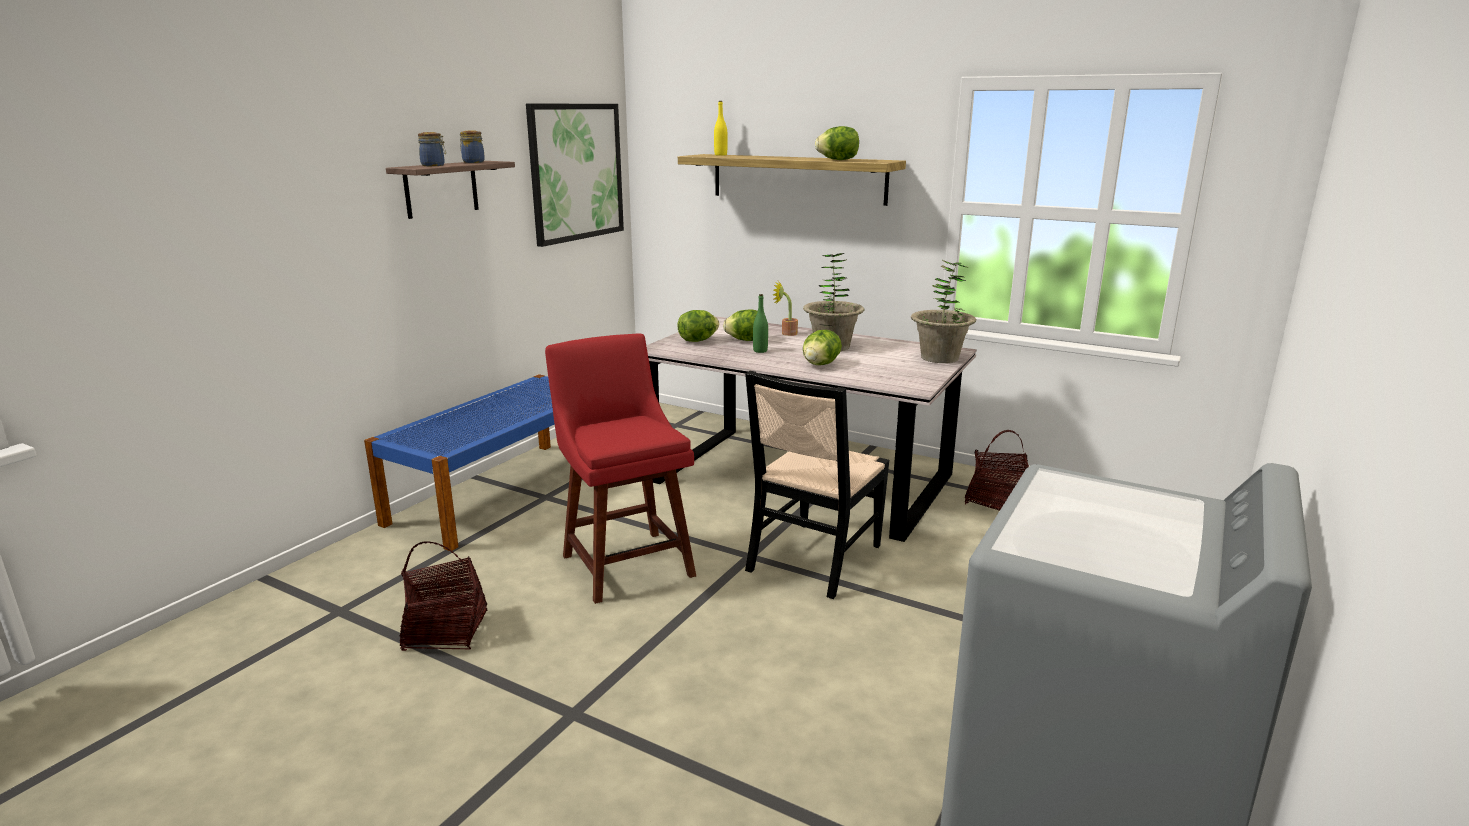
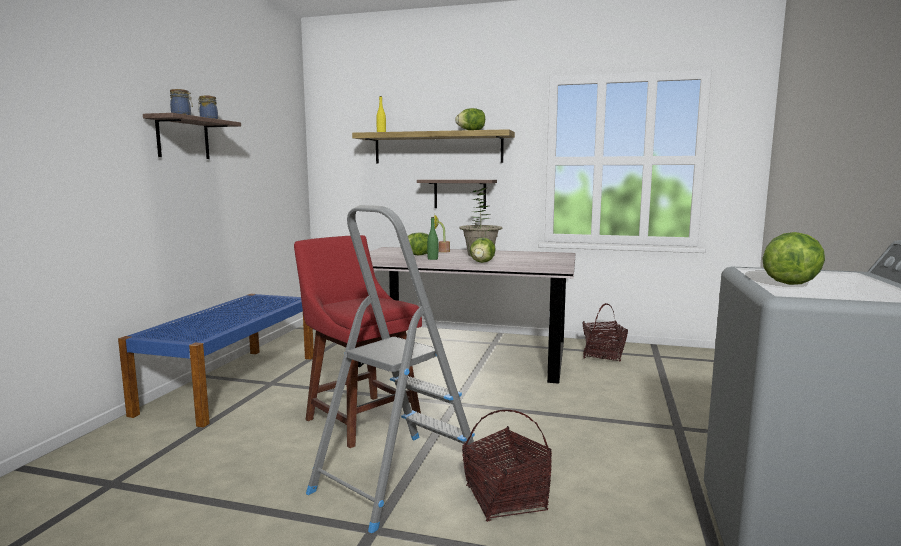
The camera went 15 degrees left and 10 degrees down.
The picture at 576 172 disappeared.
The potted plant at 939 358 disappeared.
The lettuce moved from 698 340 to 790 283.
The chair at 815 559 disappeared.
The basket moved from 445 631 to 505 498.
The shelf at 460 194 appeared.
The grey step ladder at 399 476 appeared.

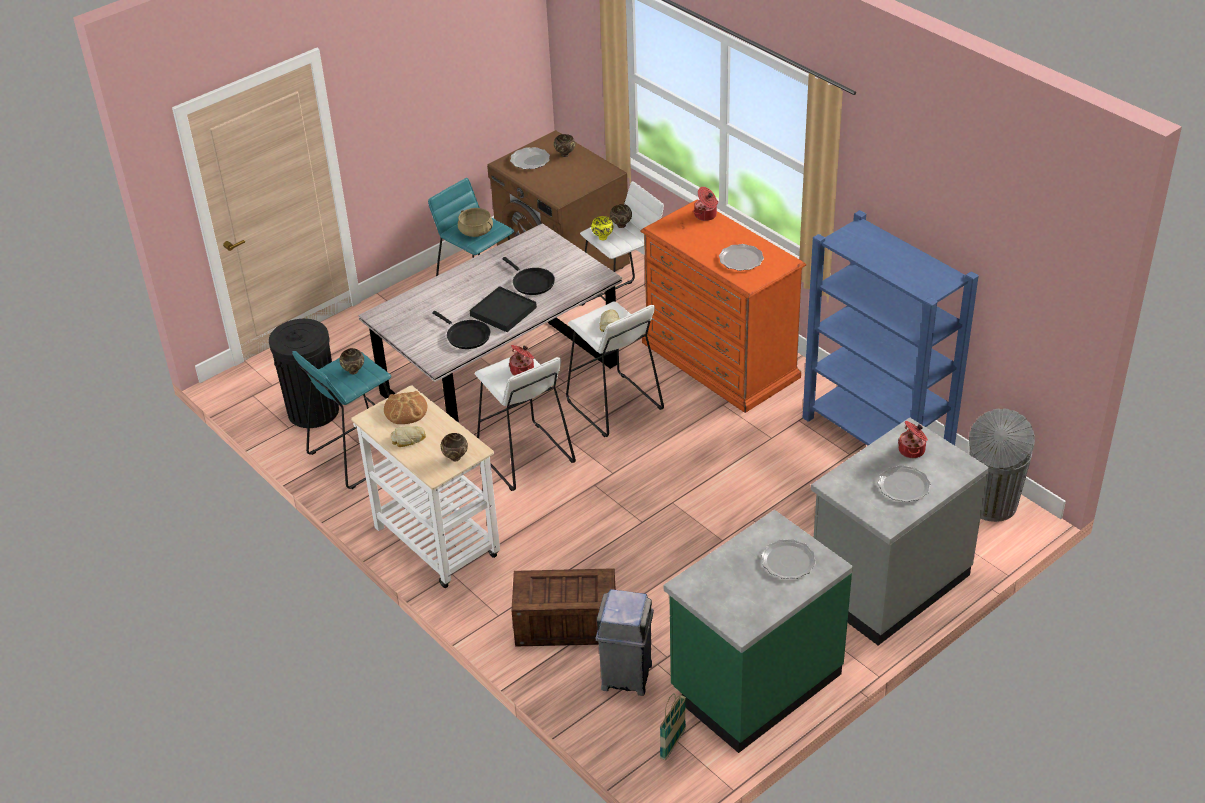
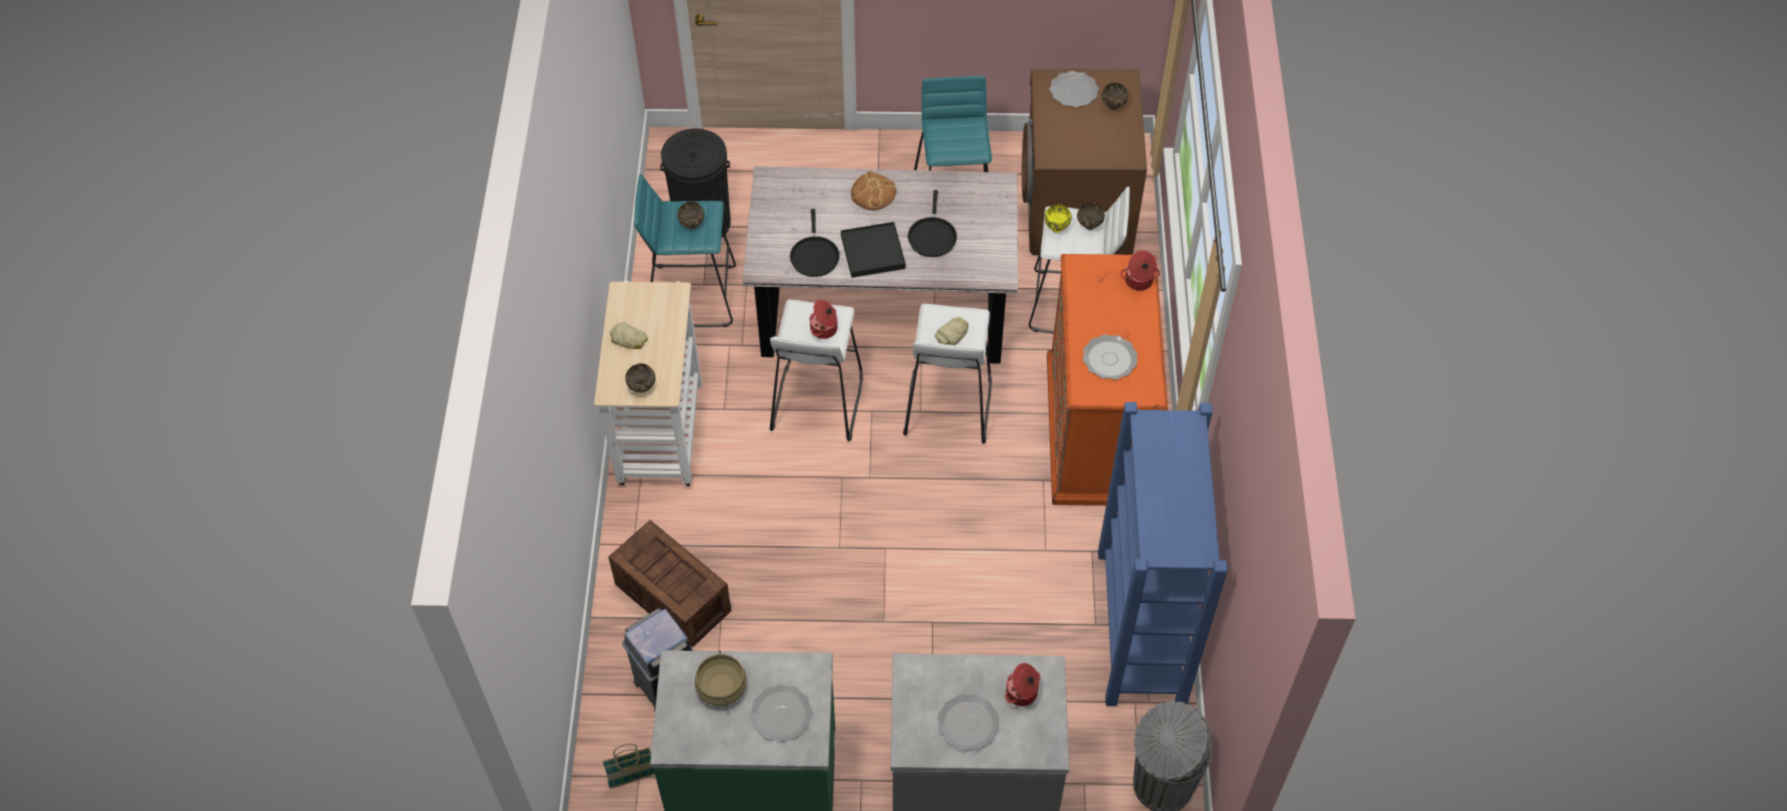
The camera went 40 degrees right and 15 degrees up.
The beige cooking pot moved from 476 231 to 722 687.
The bread moved from 406 410 to 873 193.

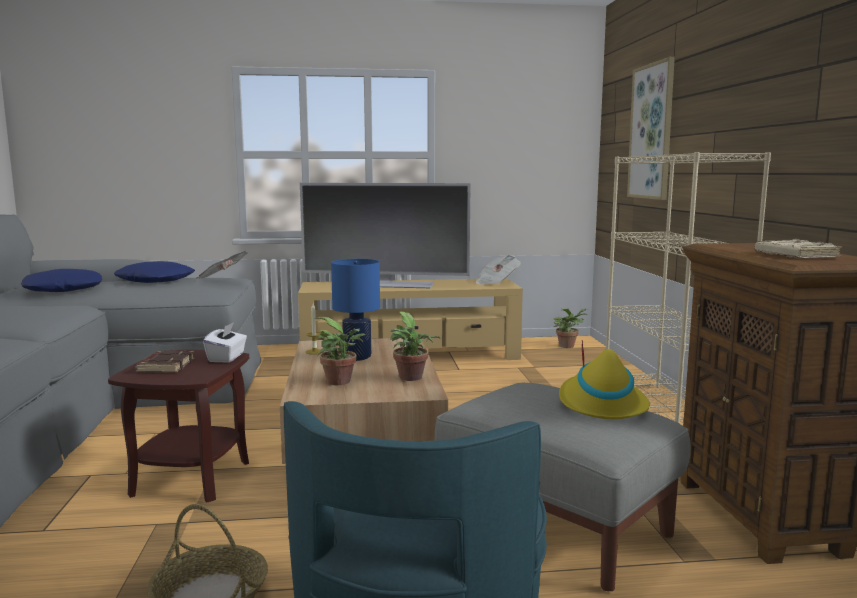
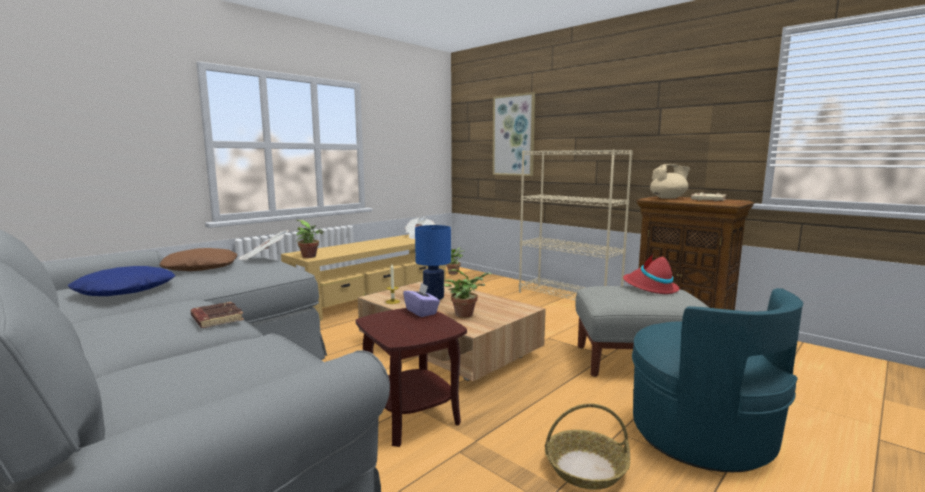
The camera went 40 degrees left and 0 degrees up.
The television at 385 284 disappeared.
The blue pillow at 156 280 became the brown pillow at 201 267.
The potted plant moved from 412 378 to 310 257.
The white tissue box at 227 358 became the purple tissue box at 421 312.
The yellow hat at 601 404 became the red hat at 650 288.
The brown book moved from 165 366 to 216 319.
The beige teapot at 668 198 appeared.

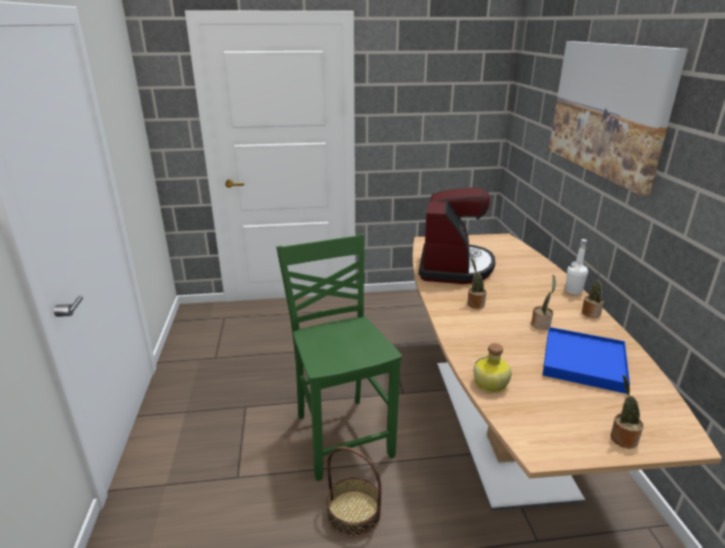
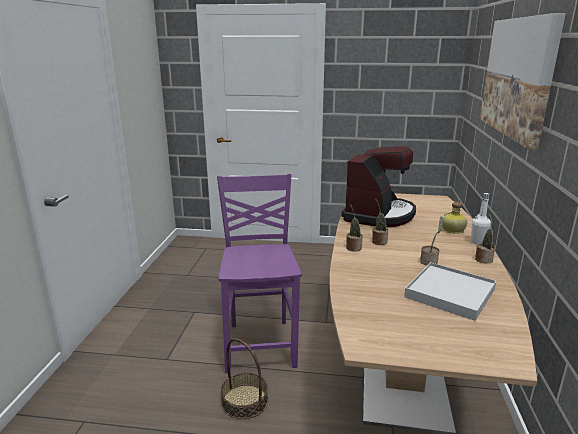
The camera went 15 degrees right and 5 degrees down.
The green chair at 342 434 became the purple chair at 260 344.
The blue tray at 584 362 became the white tray at 450 293.
The bottle moved from 490 384 to 453 230.
The potted plant moved from 621 437 to 353 247.

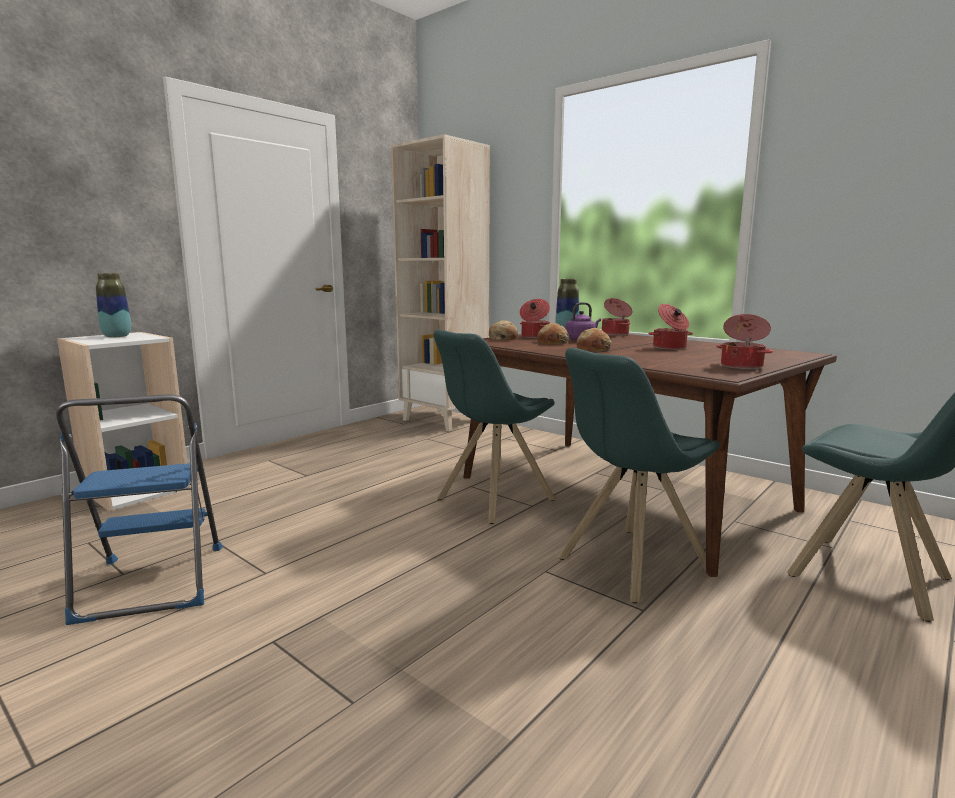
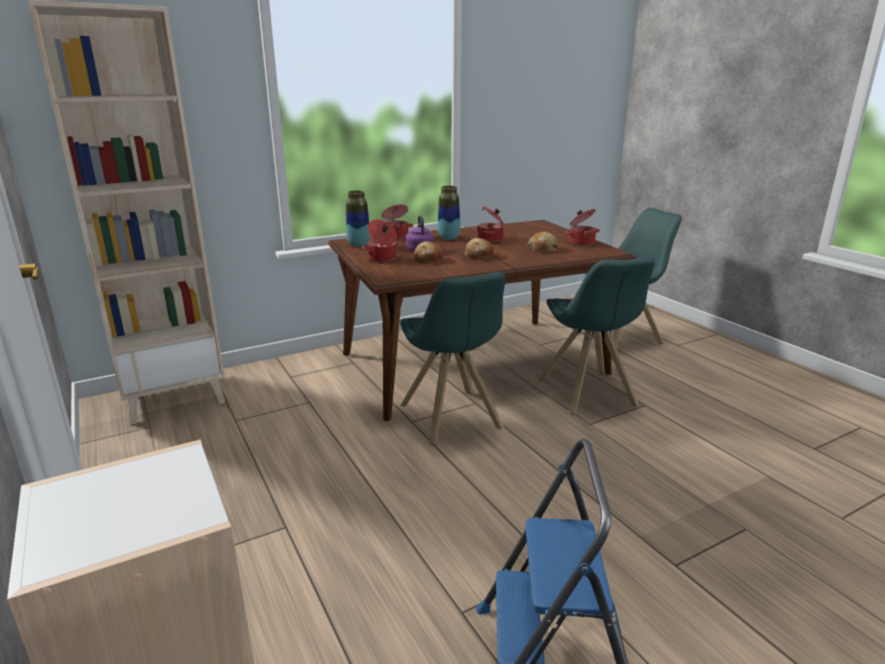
The camera went 70 degrees left and 10 degrees up.
The vase moved from 117 336 to 448 238.
The bread moved from 503 338 to 542 249.

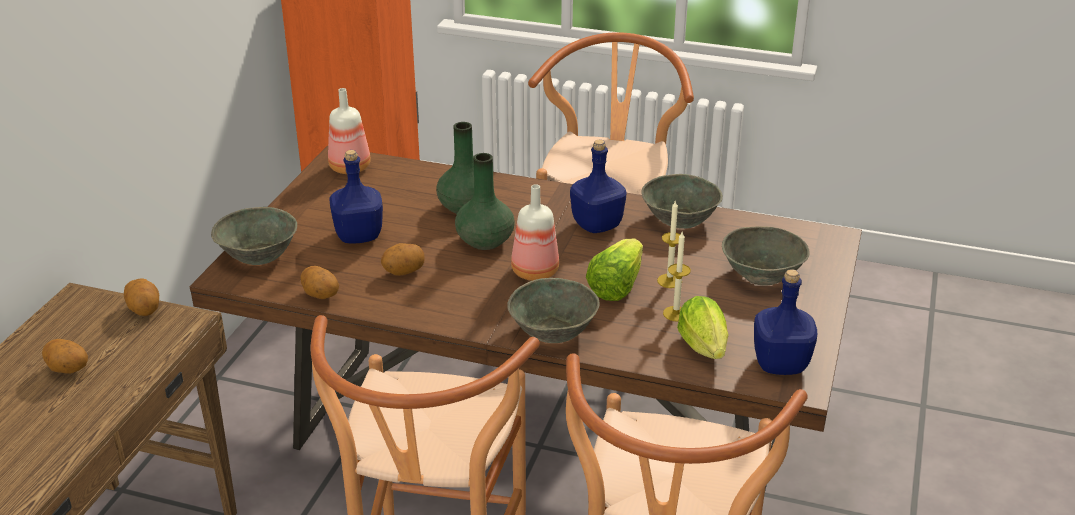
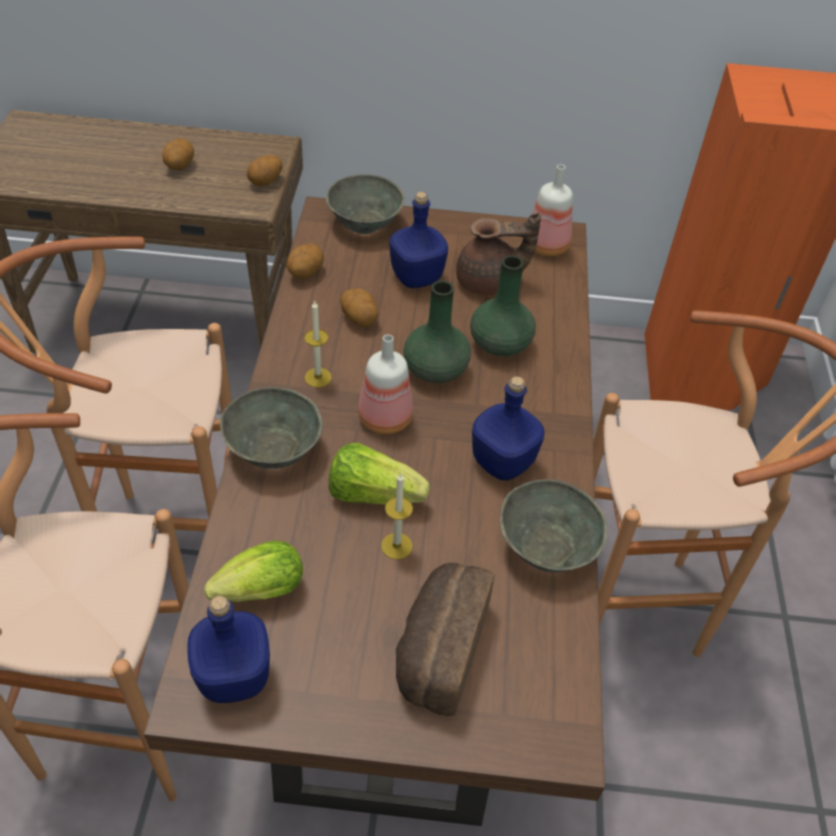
The camera went 75 degrees right and 15 degrees up.
The grey bowl at 762 274 was replaced by the bread at 438 649.
The candle moved from 676 313 to 318 377.
The brown teapot at 489 282 appeared.

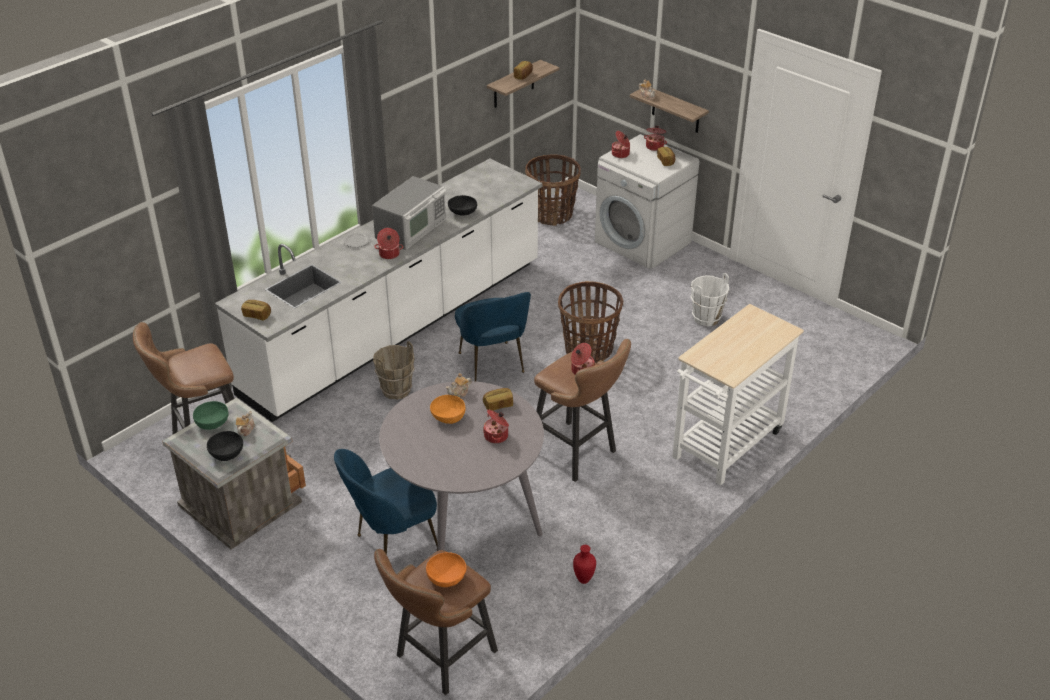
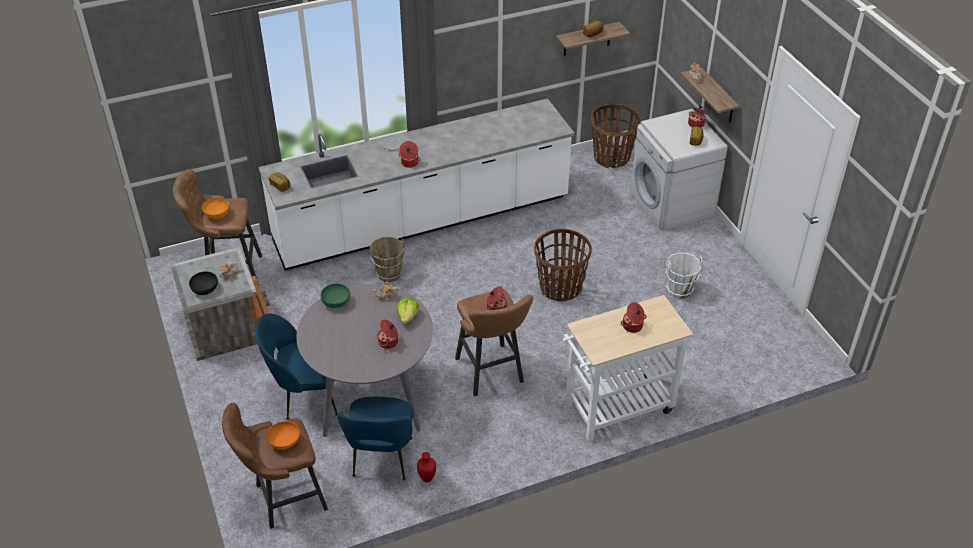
The camera went 25 degrees right and 5 degrees up.
The cooking pot moved from 621 154 to 632 326.
The microwave at 412 229 disappeared.
The black bowl at 462 213 disappeared.
The blue chair moved from 492 366 to 381 462.
The bread at 498 405 was replaced by the lettuce at 407 316.
The orange bowl moved from 448 417 to 217 214.
The green bowl moved from 212 423 to 336 302.

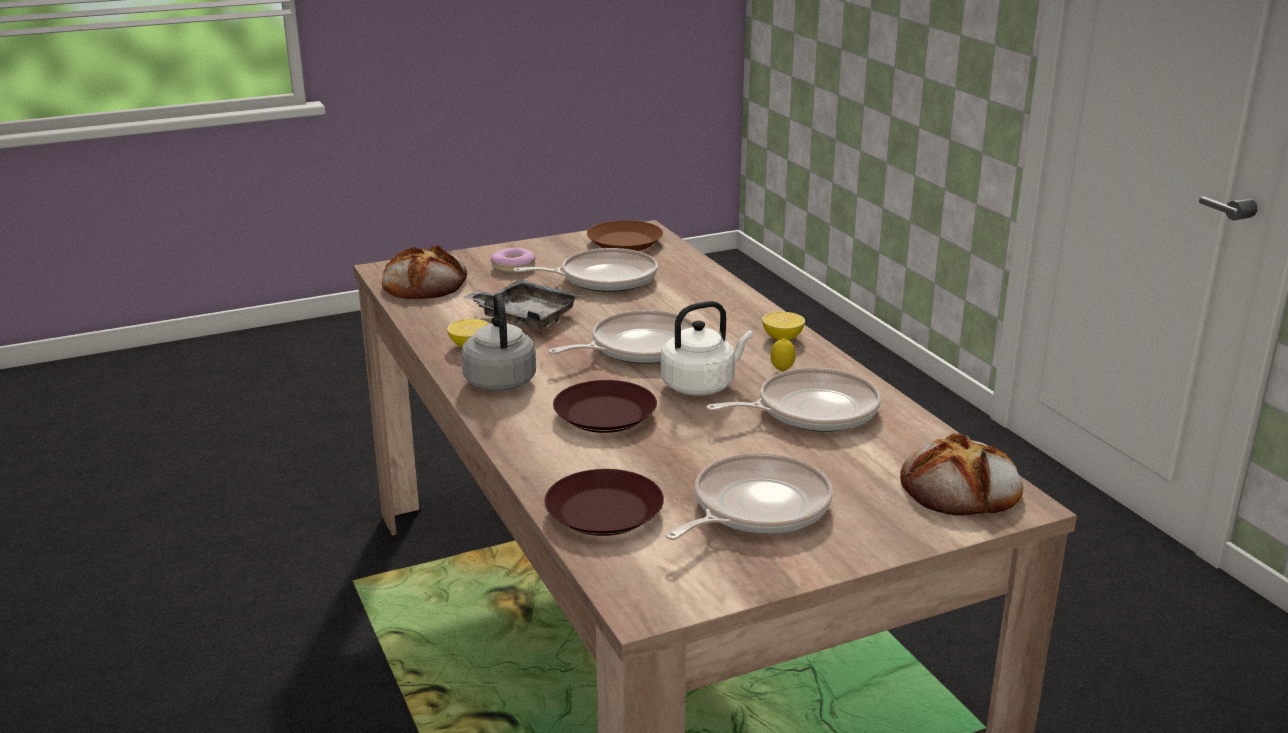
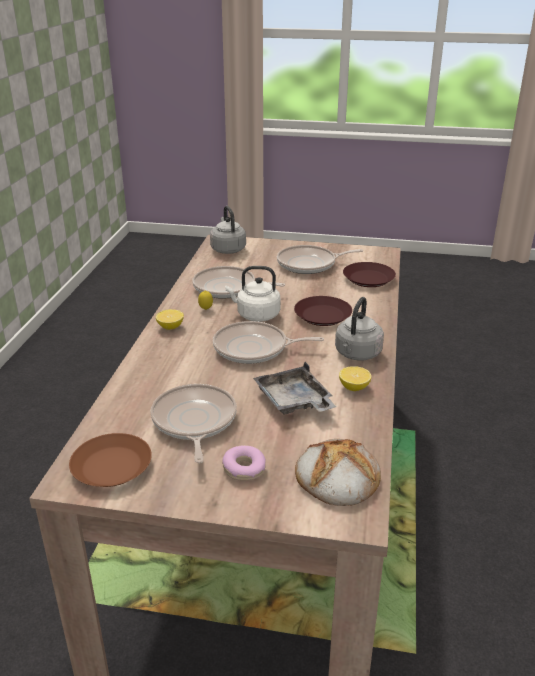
The camera went 145 degrees left and 5 degrees up.
The frying pan at 603 278 turned 60 degrees clockwise.
The bread at 961 488 was replaced by the grey kettle at 227 249.

